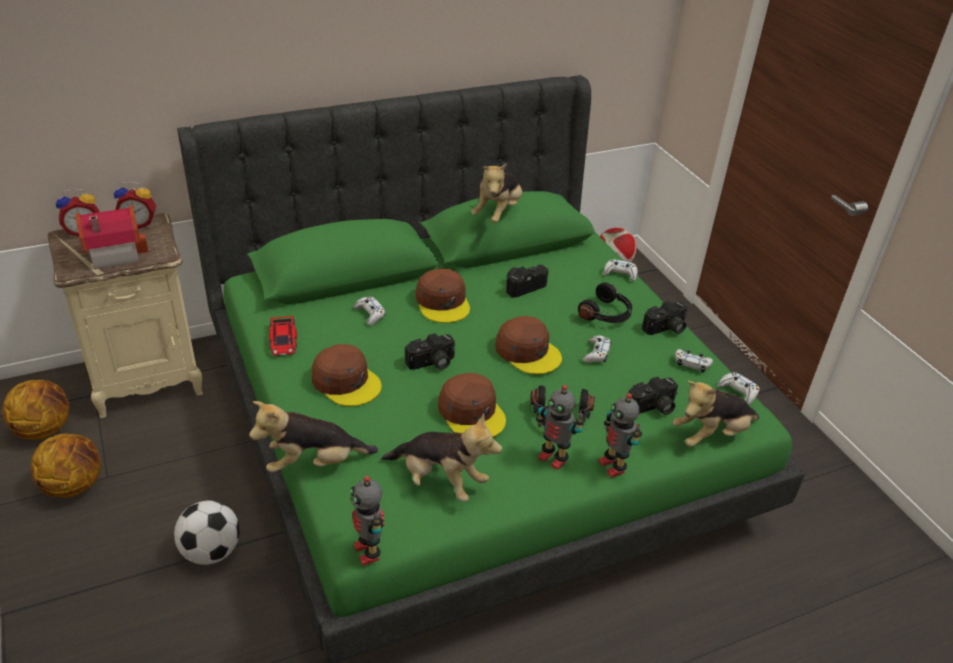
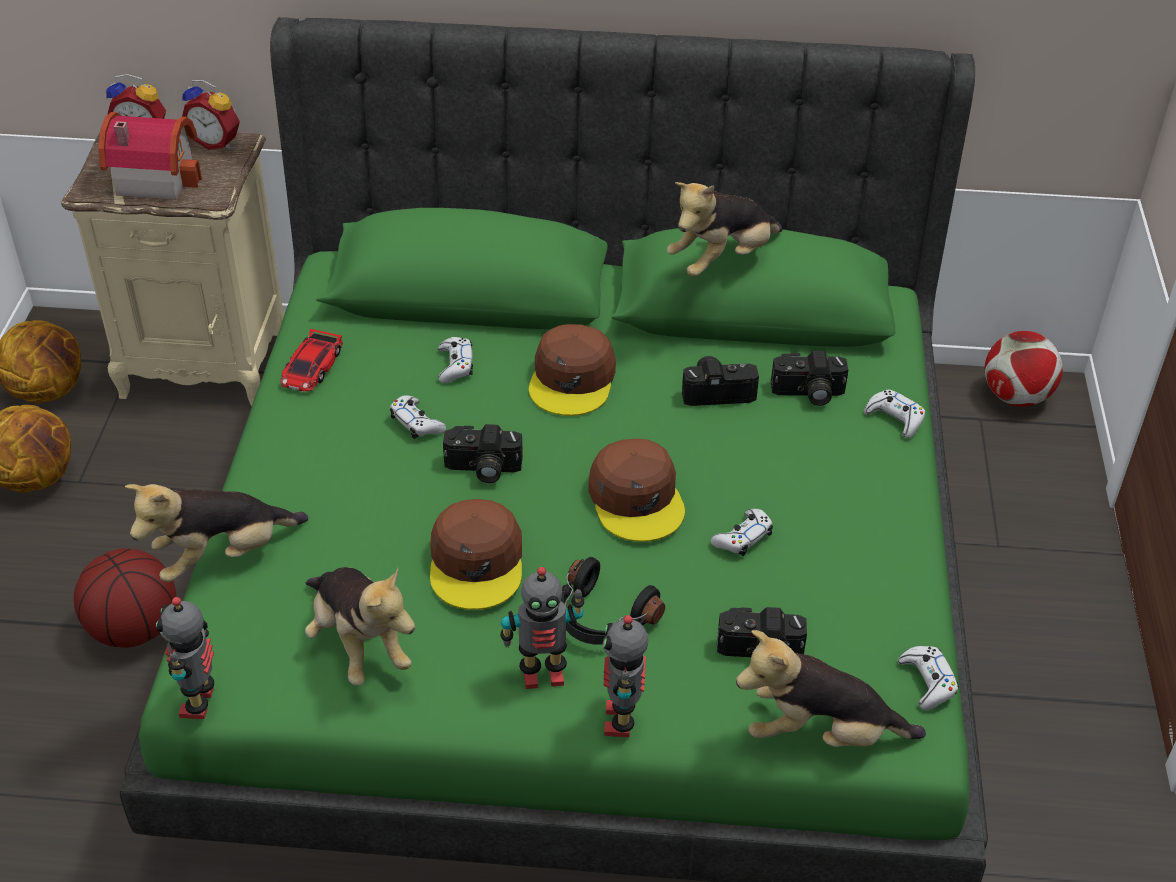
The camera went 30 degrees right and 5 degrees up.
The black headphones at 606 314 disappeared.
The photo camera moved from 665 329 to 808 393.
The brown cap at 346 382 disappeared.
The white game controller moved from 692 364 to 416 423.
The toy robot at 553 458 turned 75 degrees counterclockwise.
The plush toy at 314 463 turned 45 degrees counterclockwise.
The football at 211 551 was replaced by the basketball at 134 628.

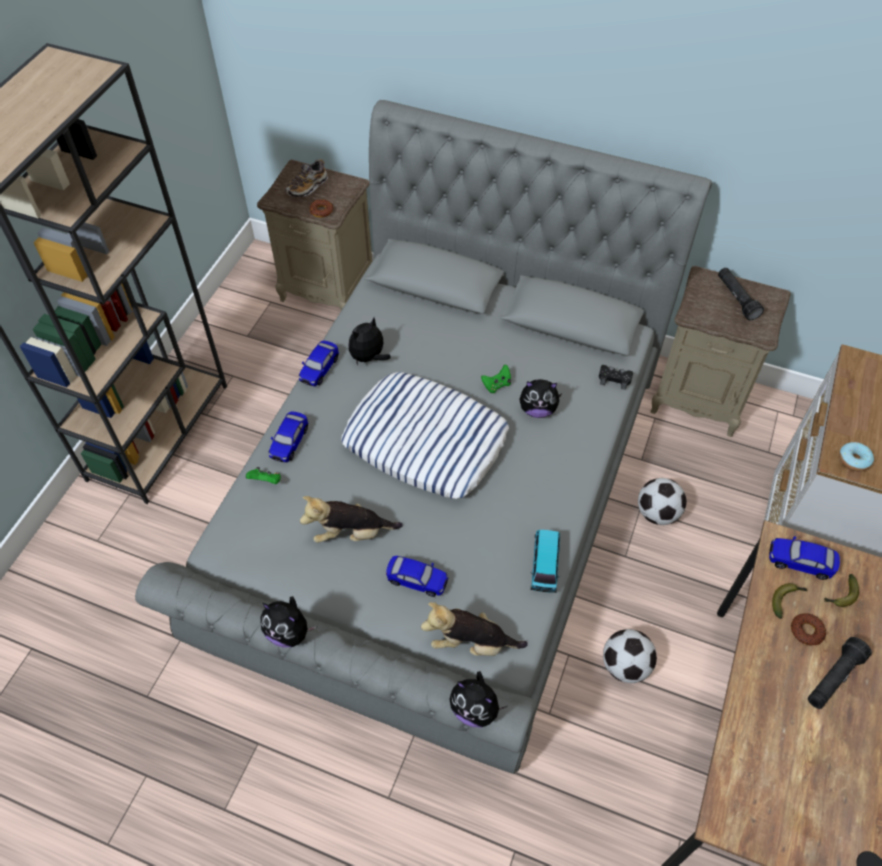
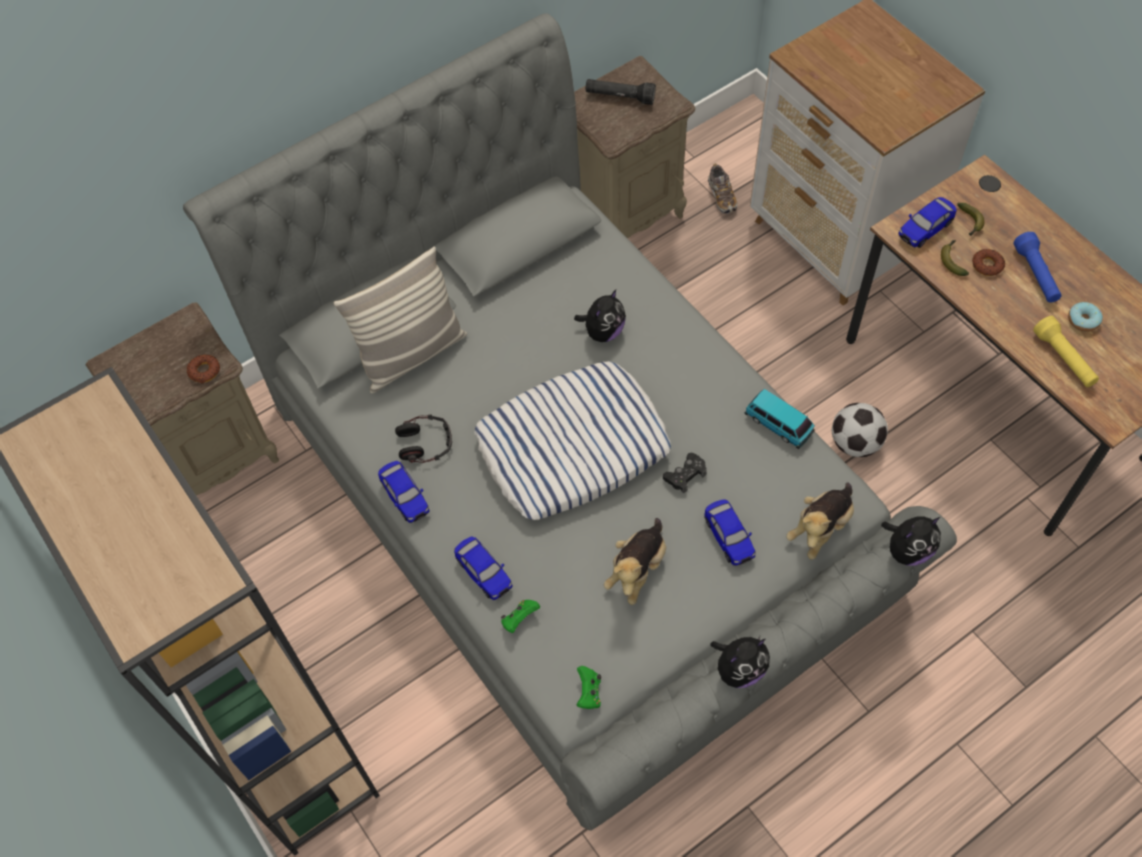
The camera went 55 degrees left and 5 degrees up.
The shoe moved from 307 187 to 721 196.
The plush toy at 368 358 was replaced by the headphones at 425 443.
The green game controller moved from 496 385 to 589 693.
The black game controller moved from 614 379 to 685 475.
The donut moved from 853 460 to 1083 320.
The football at 657 513 disappeared.
The toy car at 417 580 turned 105 degrees clockwise.
The black flashlight at 833 678 became the blue flashlight at 1036 275.
The pillow at 412 354 appeared.
The yellow flashlight at 1064 359 appeared.

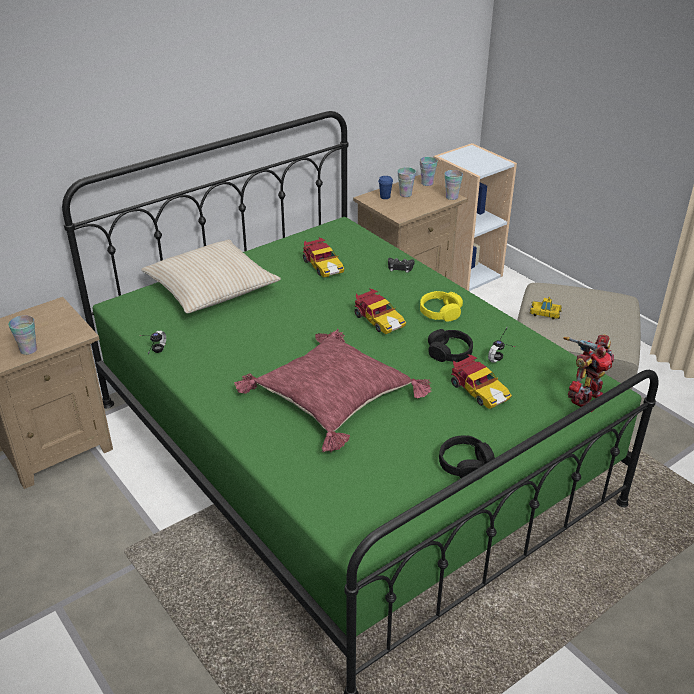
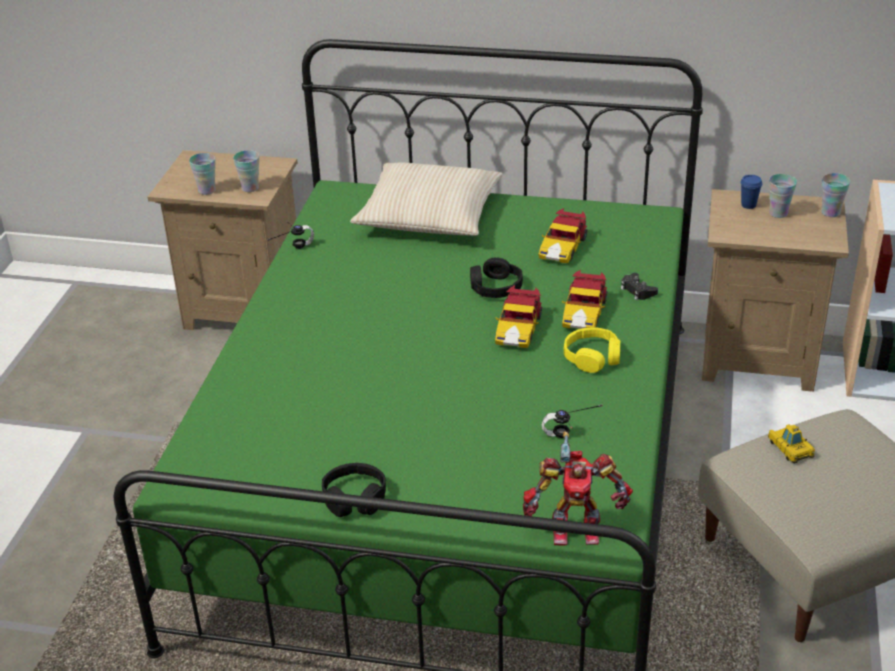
The camera went 50 degrees right and 0 degrees up.
The cup moved from 451 197 to 250 188.
The red pillow at 333 393 disappeared.
The black headphones moved from 449 352 to 495 287.
The toy car moved from 478 391 to 584 312.

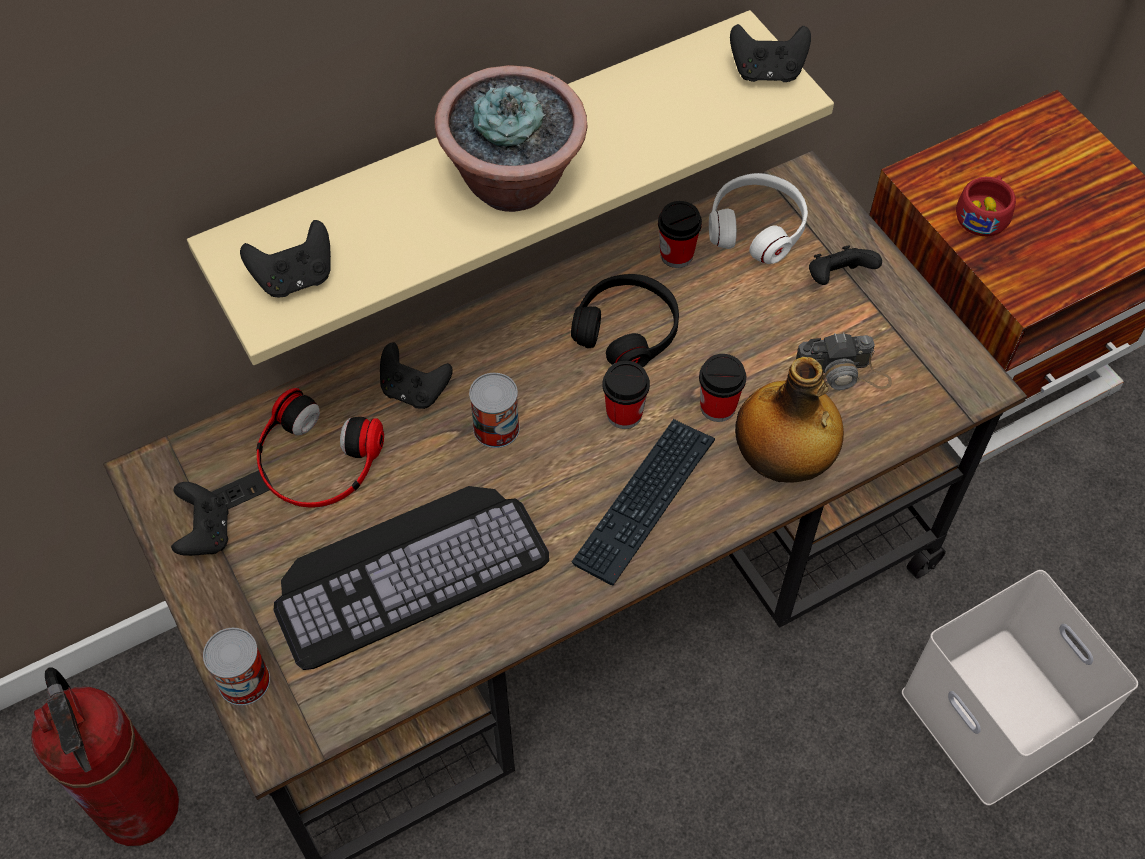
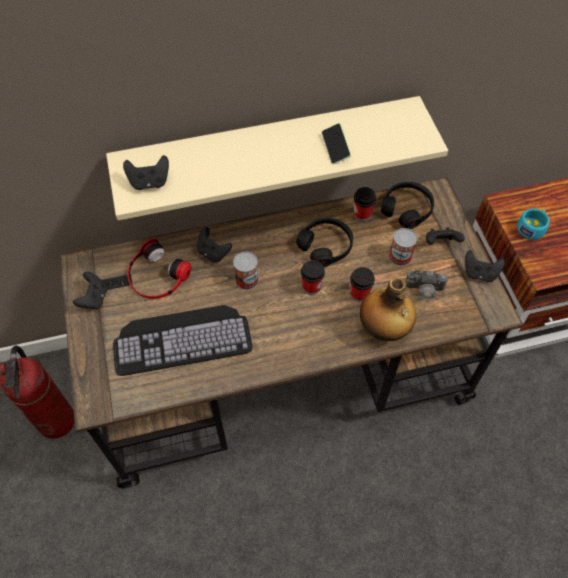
The camera went 15 degrees right and 0 degrees up.
The black game controller moved from 767 72 to 480 273.
The potted plant at 514 182 disappeared.
The white headphones at 756 227 became the black headphones at 407 209.
The red cup at 983 213 became the turquoise cup at 532 227.
The keyboard at 644 501 disappeared.
The white storage box at 991 713 disappeared.
The can moved from 244 681 to 400 256.
The phone at 335 148 appeared.

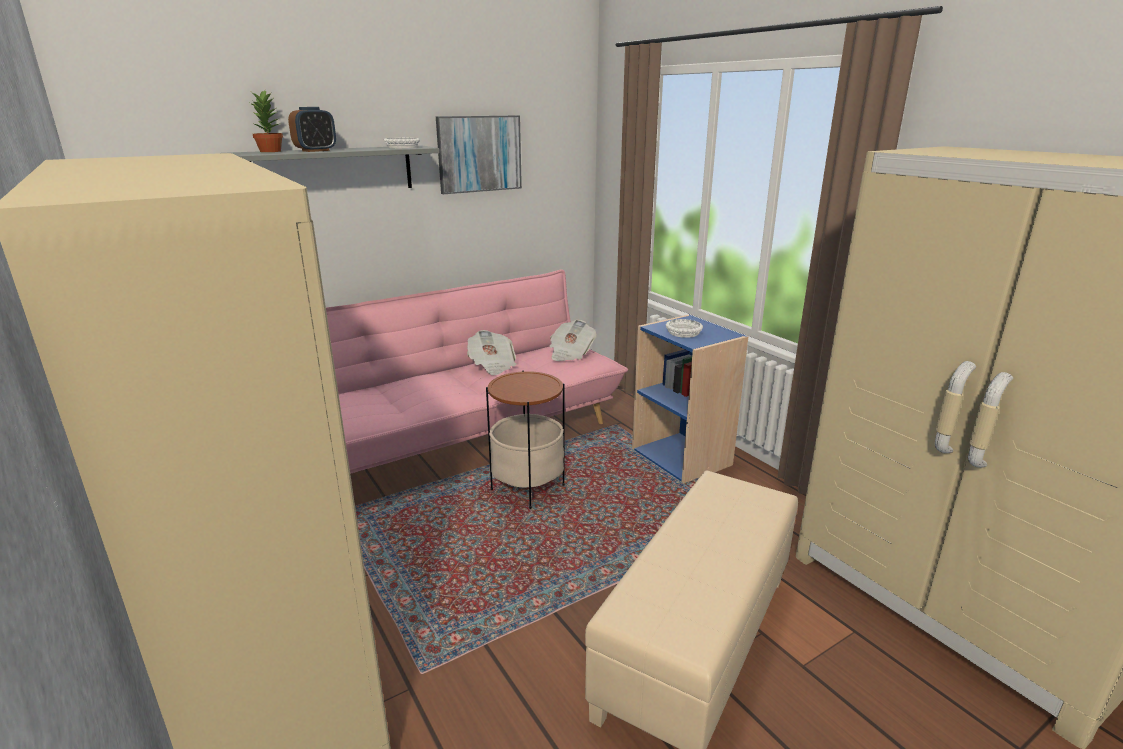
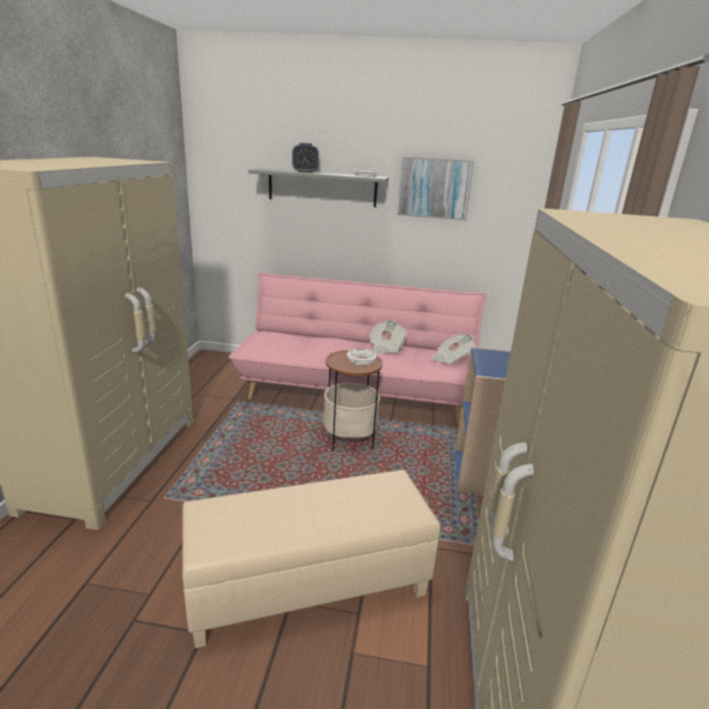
The camera went 40 degrees right and 0 degrees up.
The potted plant at 271 151 disappeared.
The white bowl moved from 683 332 to 361 360.

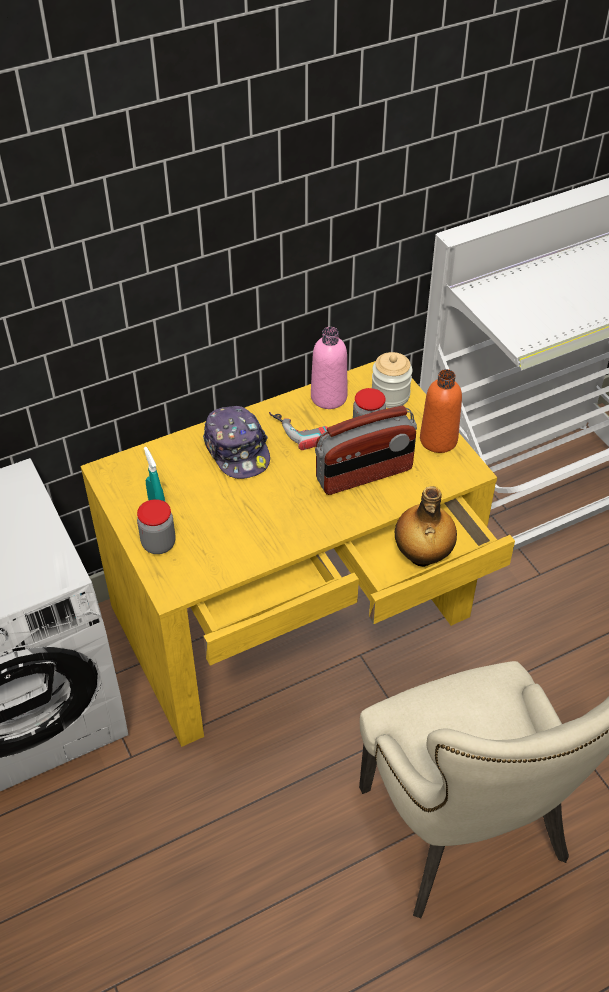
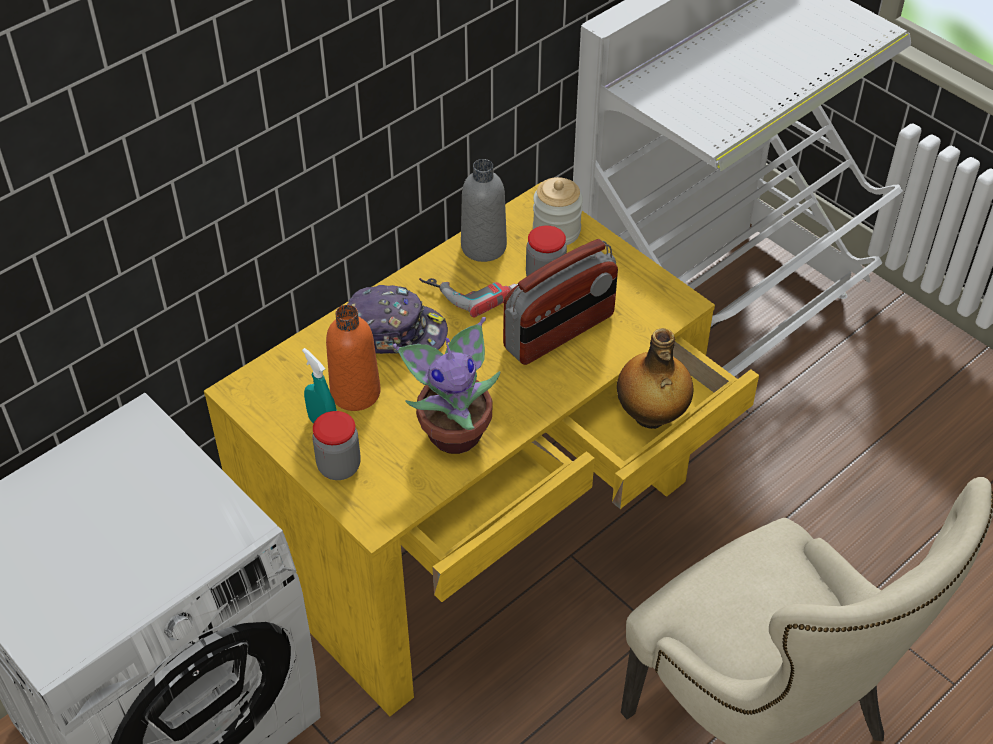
The camera went 15 degrees left and 0 degrees up.
The pink bottle at 328 397 became the grey bottle at 483 247.
The orange bottle moved from 438 440 to 355 393.
The cap at 237 450 turned 45 degrees counterclockwise.
The potted plant at 454 431 appeared.

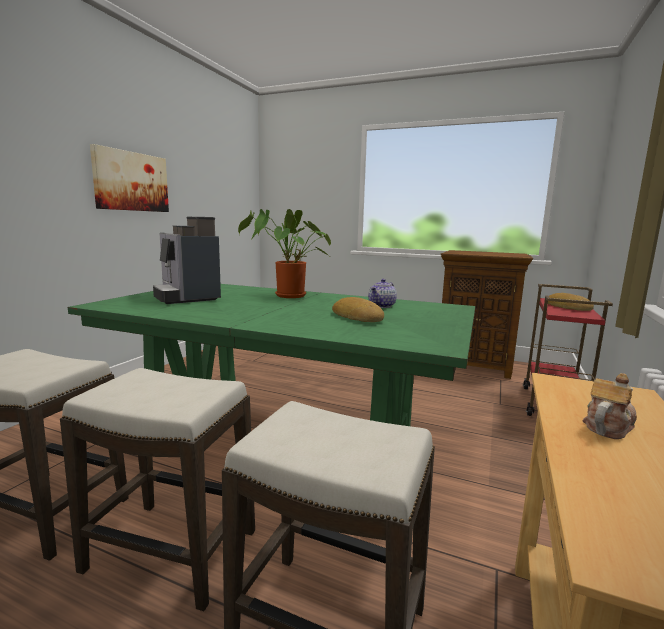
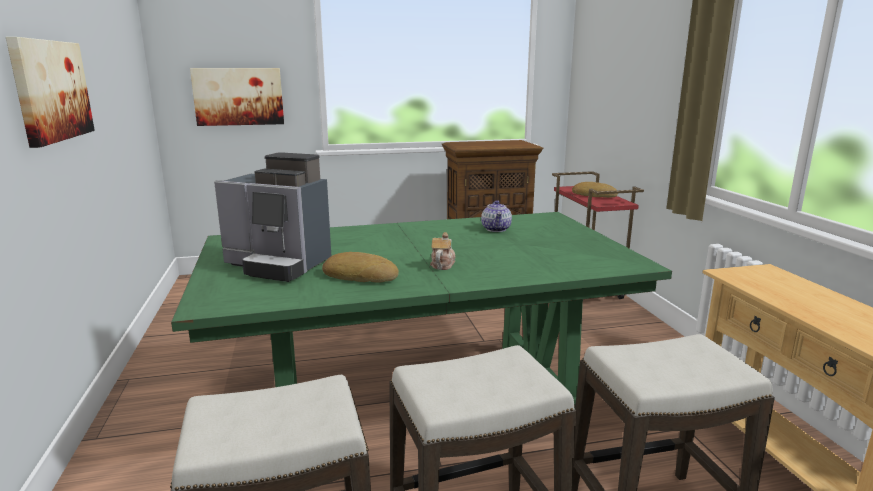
The camera went 35 degrees left and 5 degrees up.
The potted plant at 287 296 disappeared.
The bread moved from 358 317 to 360 275.
The teapot moved from 607 427 to 442 265.
The picture at 238 96 appeared.

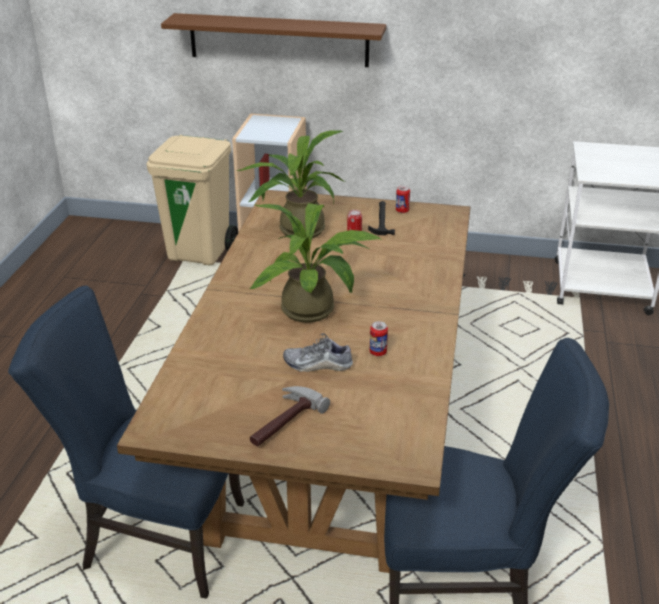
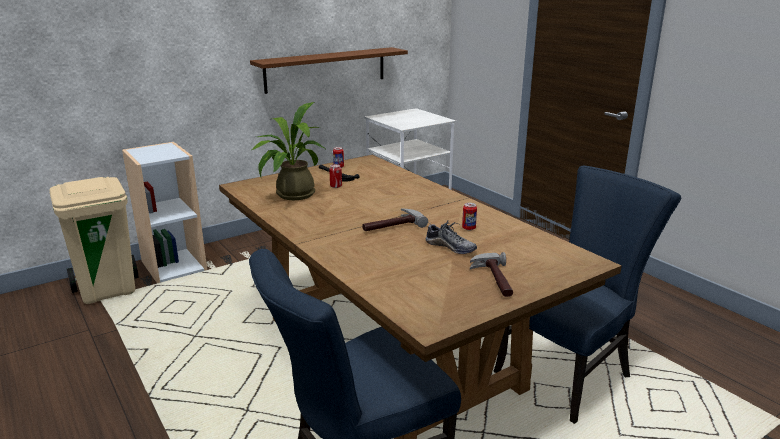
The camera went 45 degrees left and 10 degrees down.
The brown shelf moved from 278 40 to 326 69.
The potted plant at 314 311 was replaced by the hammer at 392 226.
The shoe at 318 364 turned 105 degrees counterclockwise.

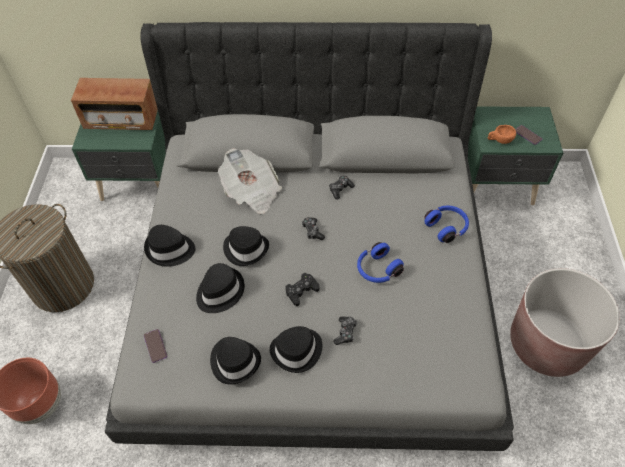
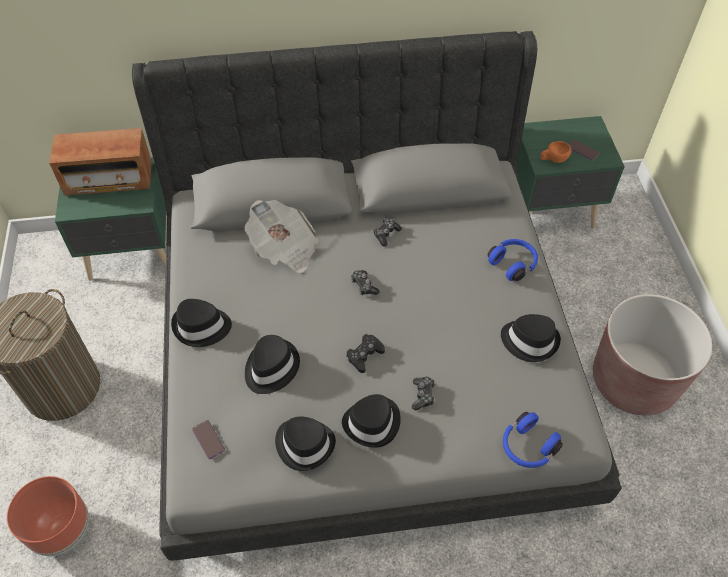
The camera went 10 degrees left and 0 degrees up.
The black hat moved from 246 249 to 530 340.
The blue headphones moved from 377 269 to 527 447.

